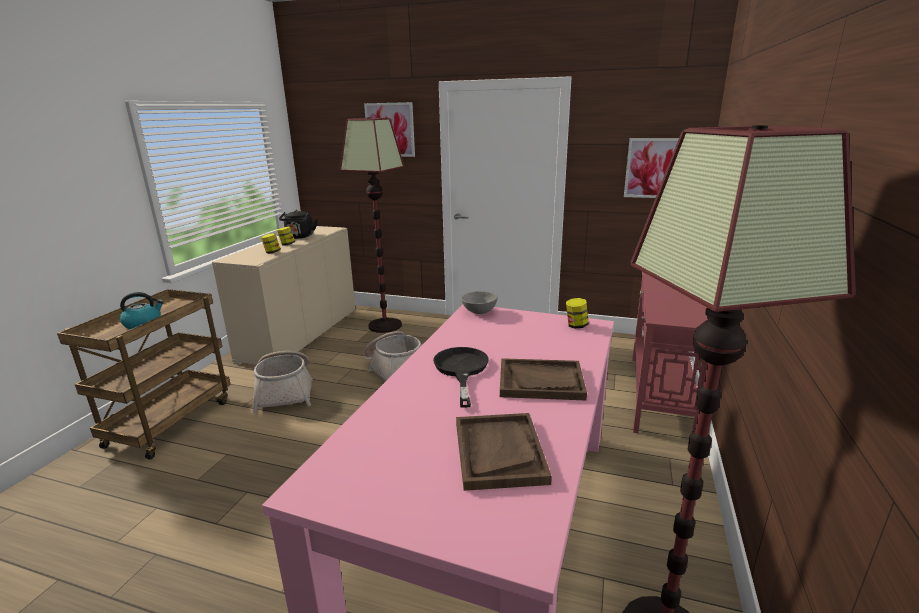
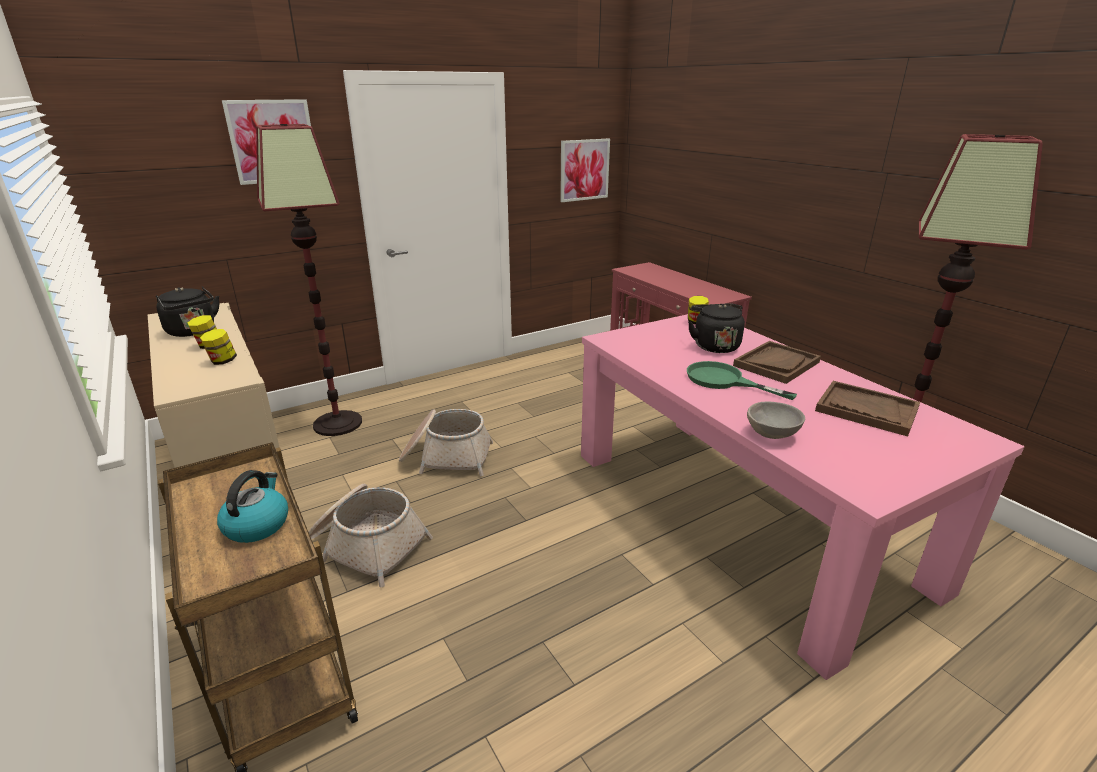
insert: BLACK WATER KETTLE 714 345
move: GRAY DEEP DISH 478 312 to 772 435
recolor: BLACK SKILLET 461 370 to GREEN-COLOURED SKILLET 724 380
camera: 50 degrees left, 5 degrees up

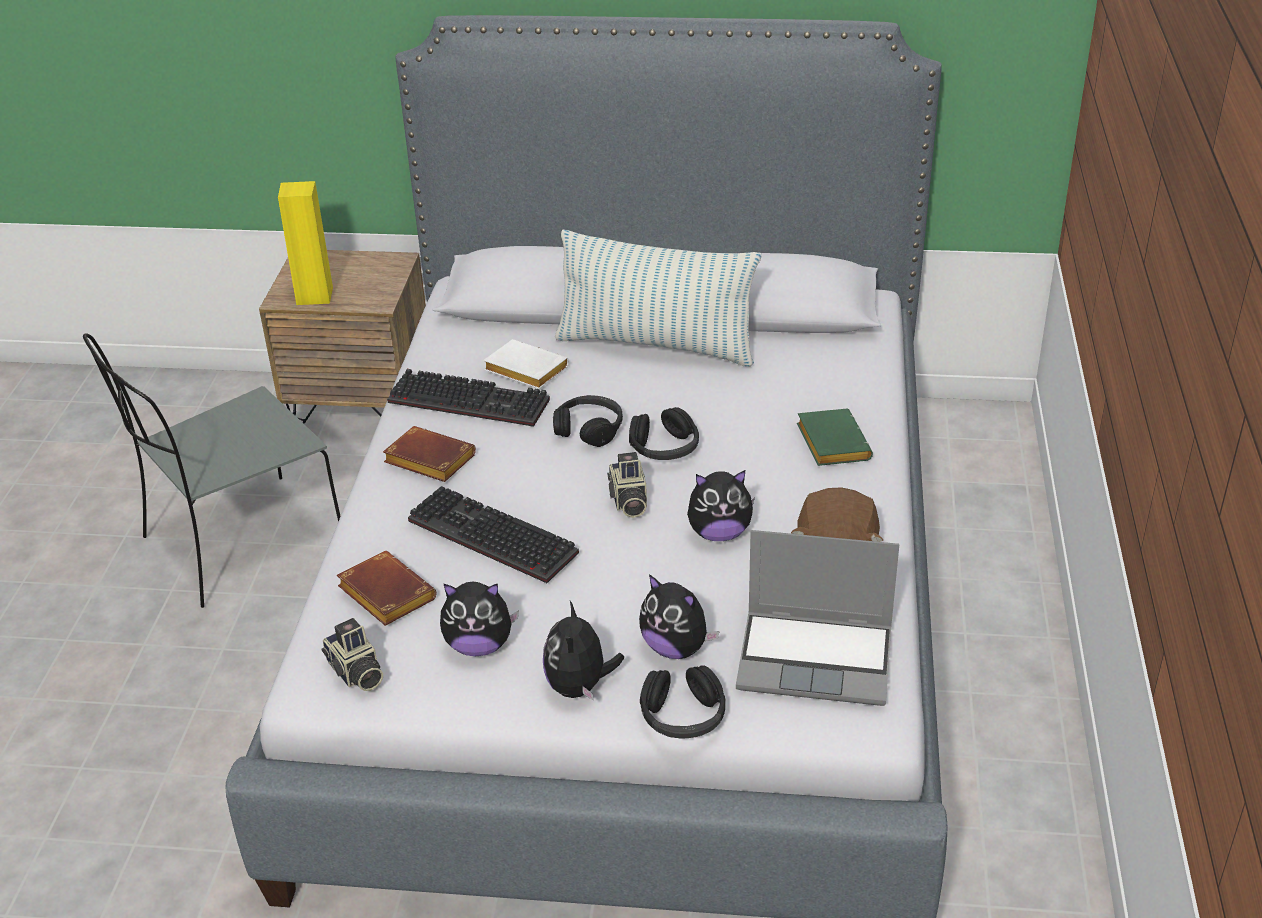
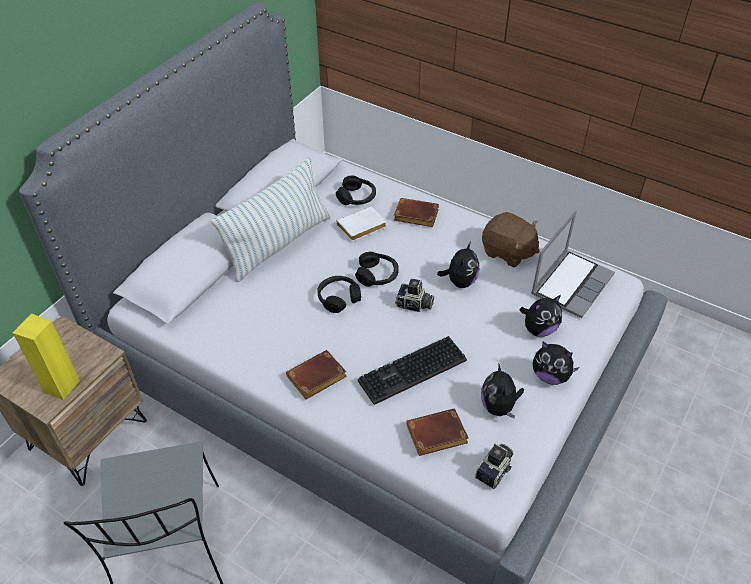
delete: PC KEYBOARD 472 400
move: BLACK HEADSET 683 716 to 357 197; WHITE VOLUME 523 371 to 361 228
recolor: GREEN-COLOURED VOLUME 830 443 to BROWN-COLOURED VOLUME 414 216
rotate: PHOTO CAMERA 355 673 = 495 471 45 degrees counterclockwise; CUDDLY TOY 479 645 = 499 407 150 degrees clockwise
camera: 65 degrees left, 10 degrees up

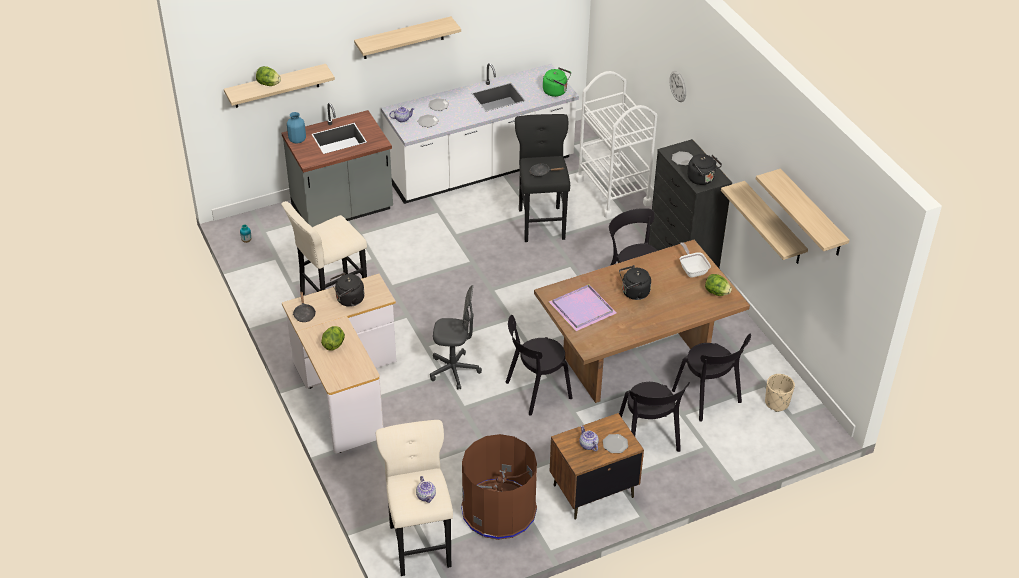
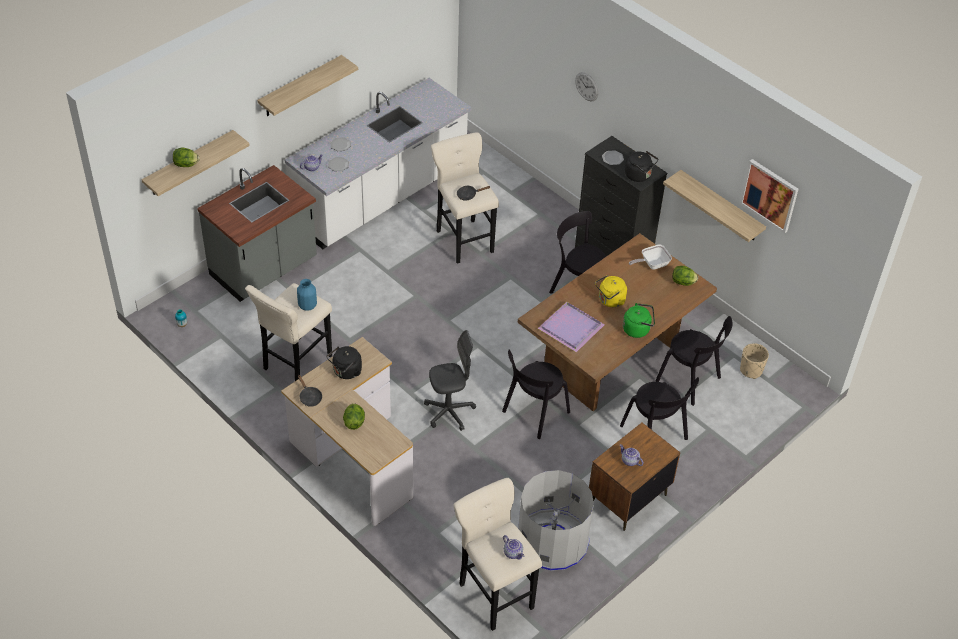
delete: WHITE TROLLEY 613 192; DINNER PLATE 615 444
move: BLUE-COLOURED DECORATIVE VASE 297 140 to 307 306; GREEN-COLOURED WATER KETTLE 556 91 to 638 329
replace: SHELF 811 214 to WALL ART 769 195
recolor: BLACK STOOL SEAT 541 222 to BEIGE STOOL SEAT 464 239; BROWN-COLOURED TRASH CAN 499 510 to GRAY TRASH CAN 552 540; BLACK WATER KETTLE 633 293 to YELLOWISH WATER KETTLE 610 300
rotate: SKILLET 692 270 = 652 264 75 degrees counterclockwise
camera: 20 degrees left, 5 degrees up

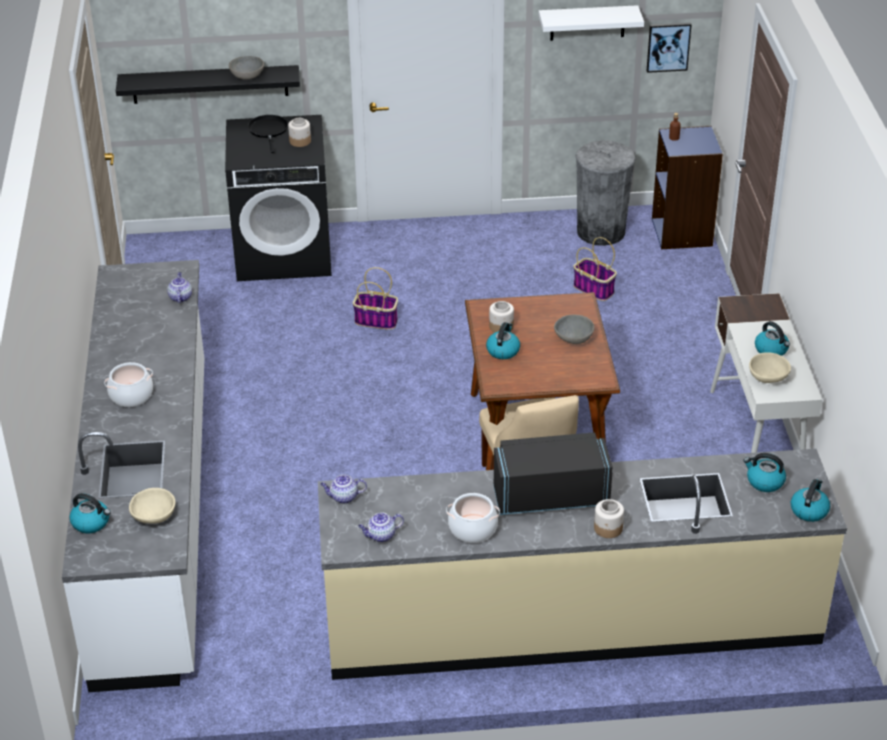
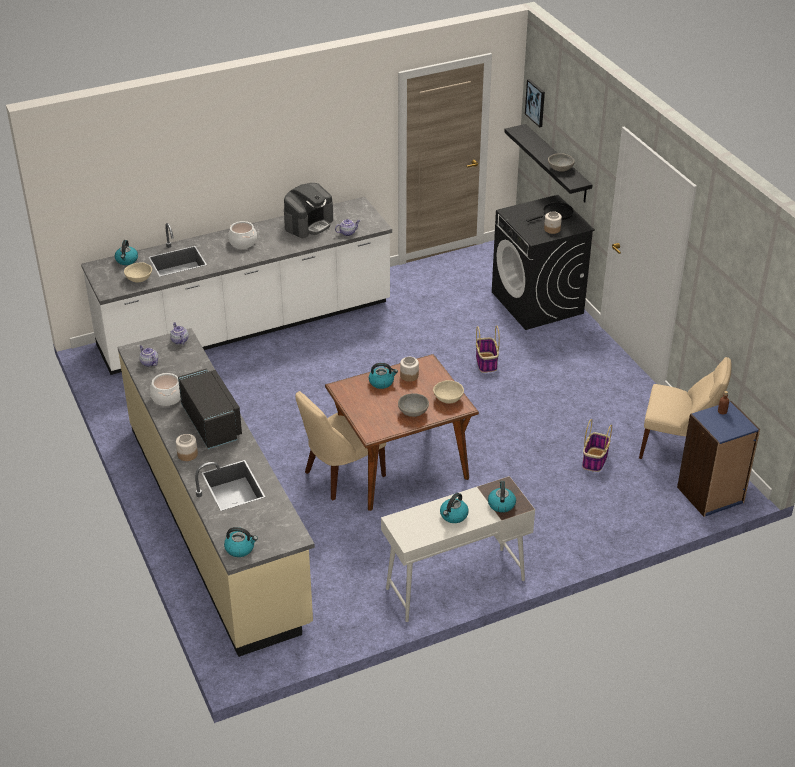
delete: WHITE SHELF 587 23
insert: COFFEE BREWER 309 224
move: BEIGE DEEP DISH 767 377 to 447 398; WATER KETTLE 764 482 to 501 504; WALL ART 668 46 to 535 102
replace: GRAY TRASH CAN 601 231 to BEIGE UPRIGHT CHAIR 677 448
camera: 70 degrees right, 0 degrees up

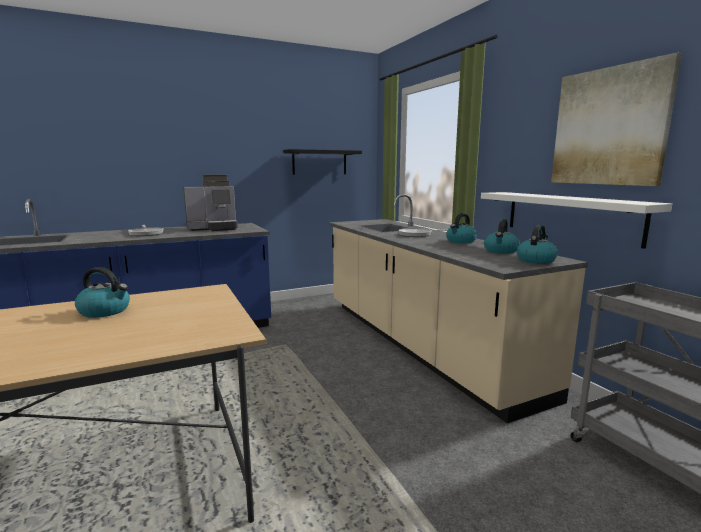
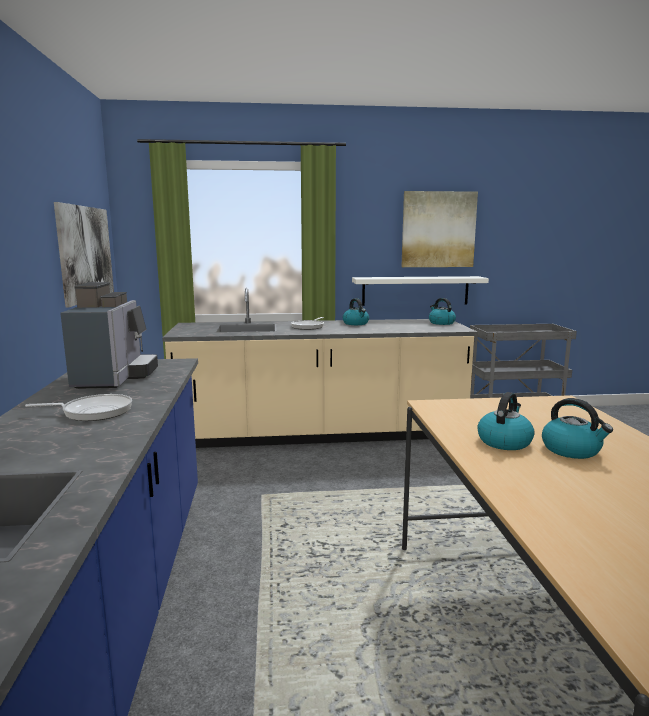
move: WATER KETTLE 501 251 to 572 450
replace: BLACK SHELF 319 162 to WALL ART 86 253
camera: 70 degrees left, 0 degrees up

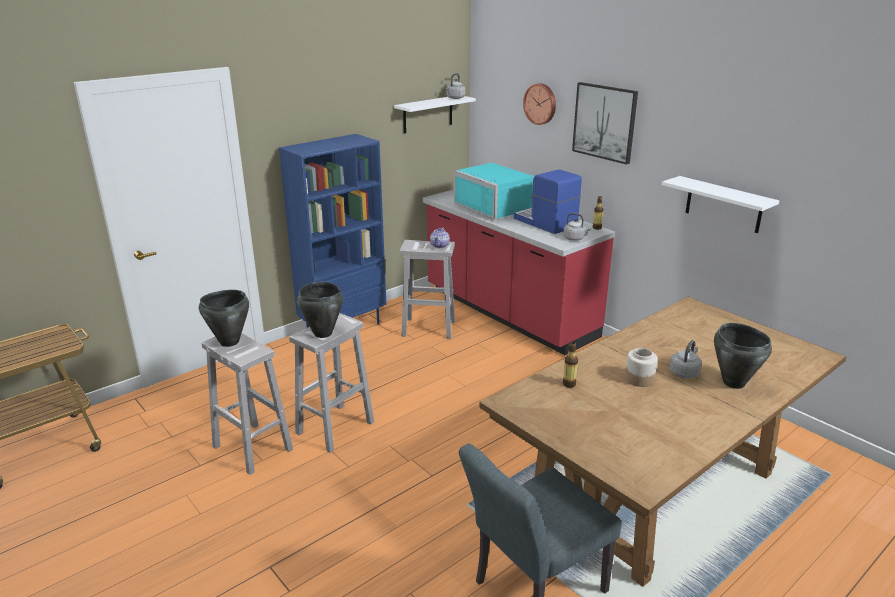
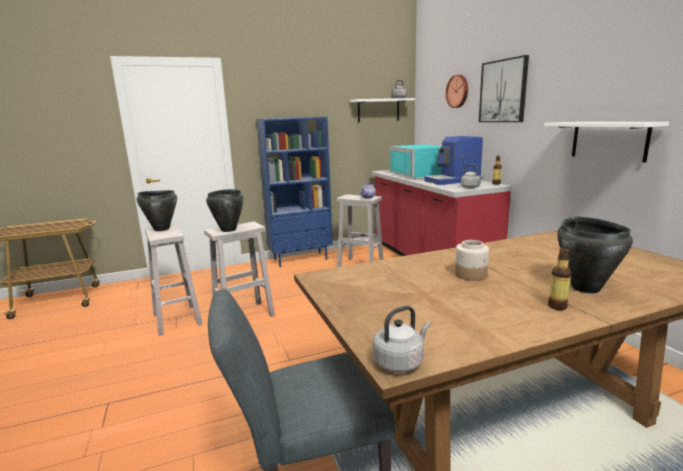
move: GRAY WATER KETTLE 684 372 to 400 362; DRINK BOTTLE 569 384 to 557 306
rotate: COFFEE BREWER 545 223 = 453 181 90 degrees counterclockwise
camera: 20 degrees right, 10 degrees down

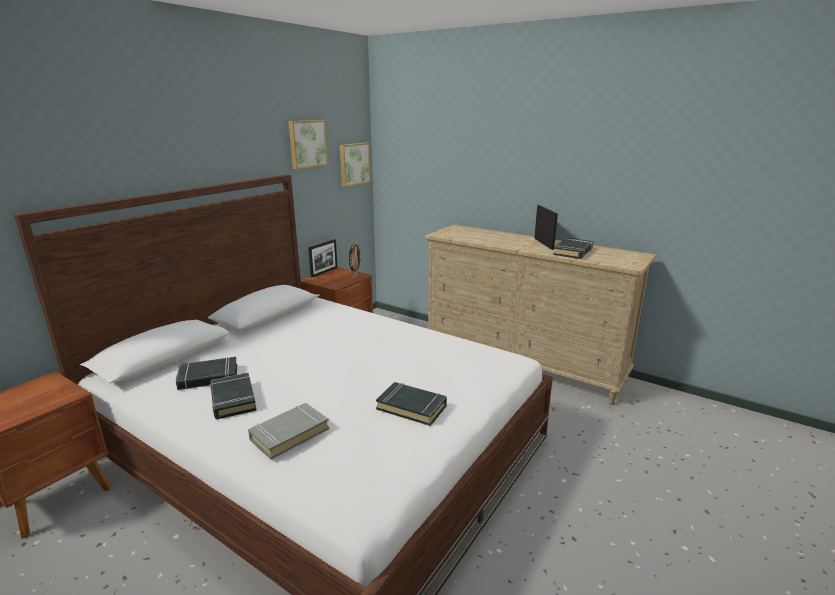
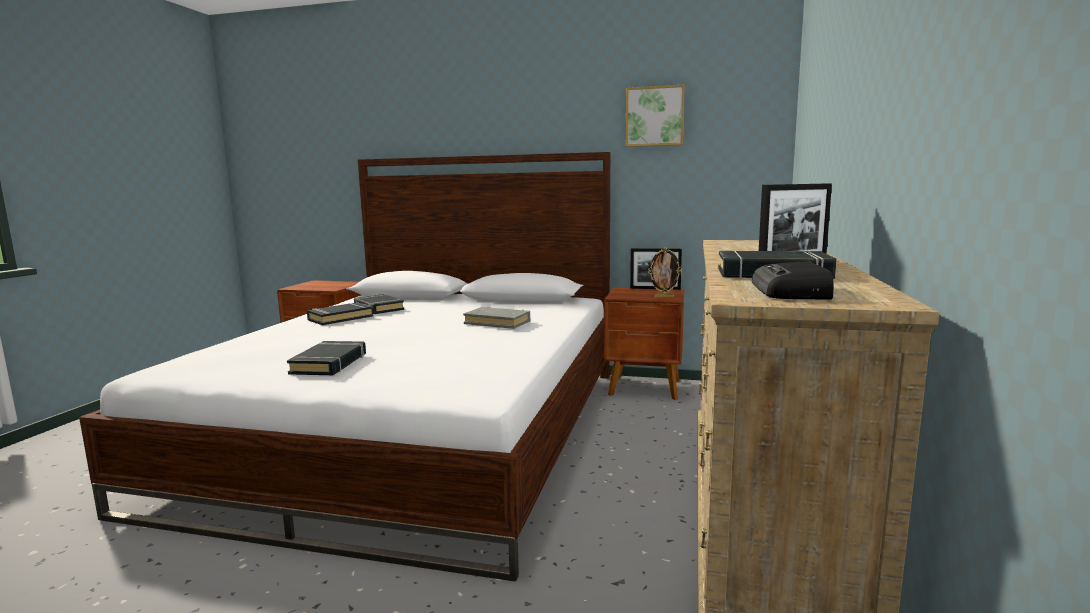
delete: WALL ART 353 164
insert: RADIO SET 791 291
move: GRAY VOLUME 289 434 to 497 322
camera: 70 degrees right, 10 degrees down

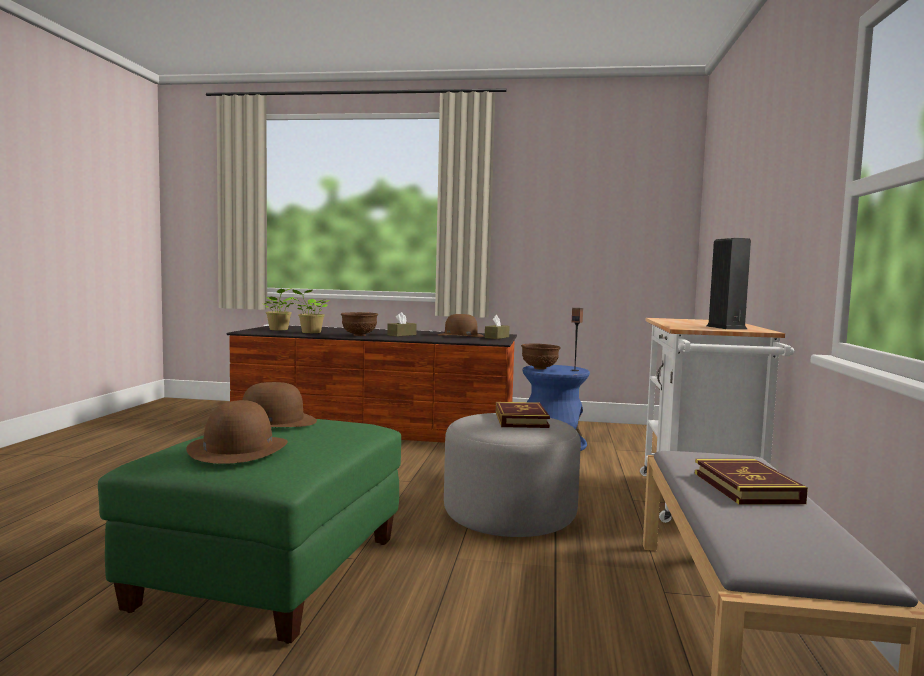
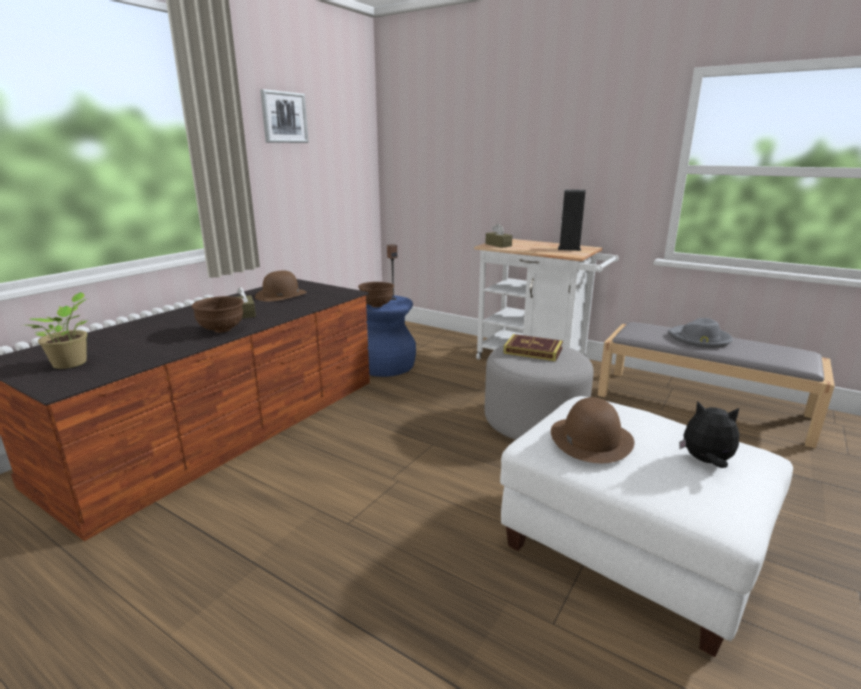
delete: HOUSEPLANT 310 332
insert: WALL ART 284 117
move: BROWN-COLOURED TISSUE HOLDER 497 337 to 498 245
replace: VOLUME 746 487 to GRAY WEARABLE HAT 699 339; BROWN-COLOURED WEARABLE HAT 238 448 to CUDDLY TOY 706 462
recolor: GREEN-COLOURED POUFFE 271 574 to WHITE POUFFE 630 552
camera: 65 degrees left, 15 degrees up

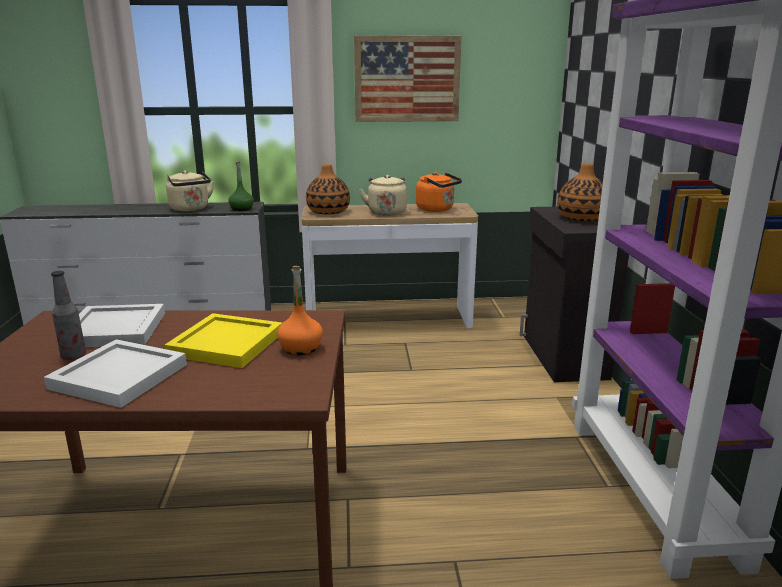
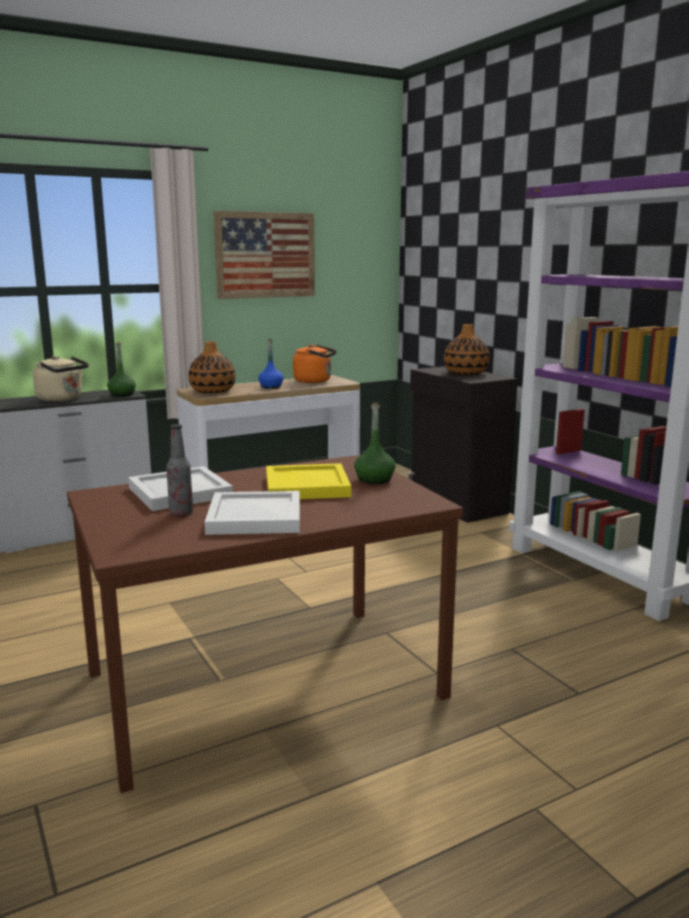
replace: BEIGE WATER KETTLE 386 212 to BLUE-COLOURED DRINK BOTTLE 271 387
recolor: ORANGEY DRINK BOTTLE 300 348 to GREEN-COLOURED DRINK BOTTLE 374 479
camera: 25 degrees left, 5 degrees down

